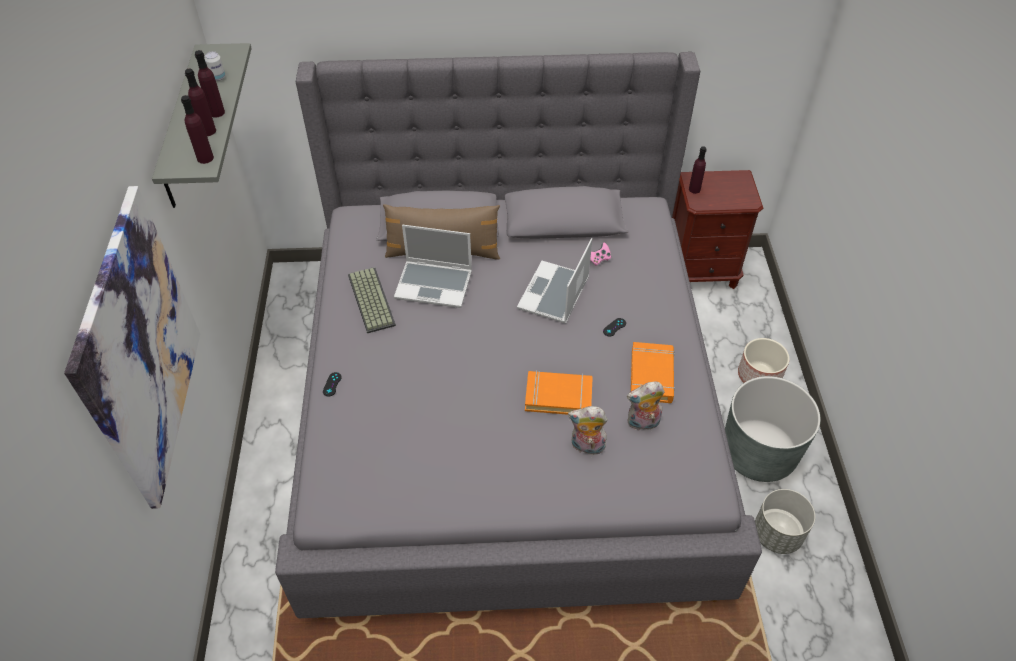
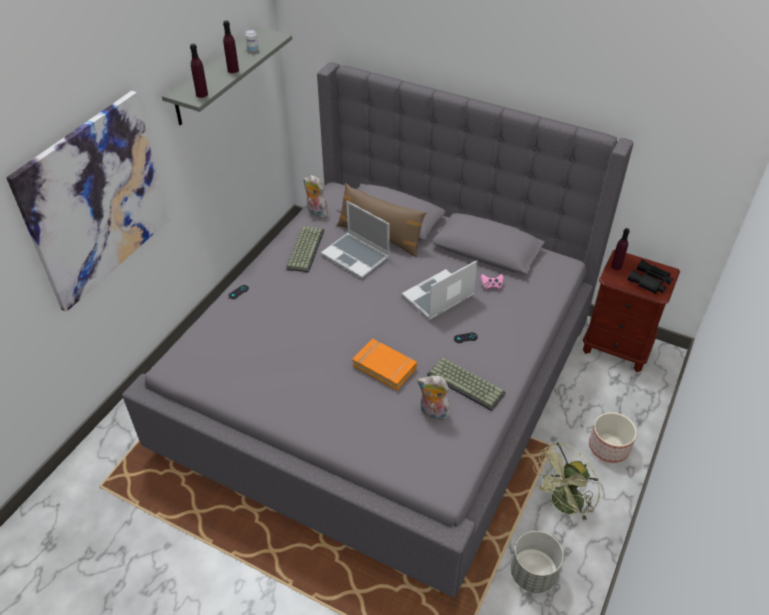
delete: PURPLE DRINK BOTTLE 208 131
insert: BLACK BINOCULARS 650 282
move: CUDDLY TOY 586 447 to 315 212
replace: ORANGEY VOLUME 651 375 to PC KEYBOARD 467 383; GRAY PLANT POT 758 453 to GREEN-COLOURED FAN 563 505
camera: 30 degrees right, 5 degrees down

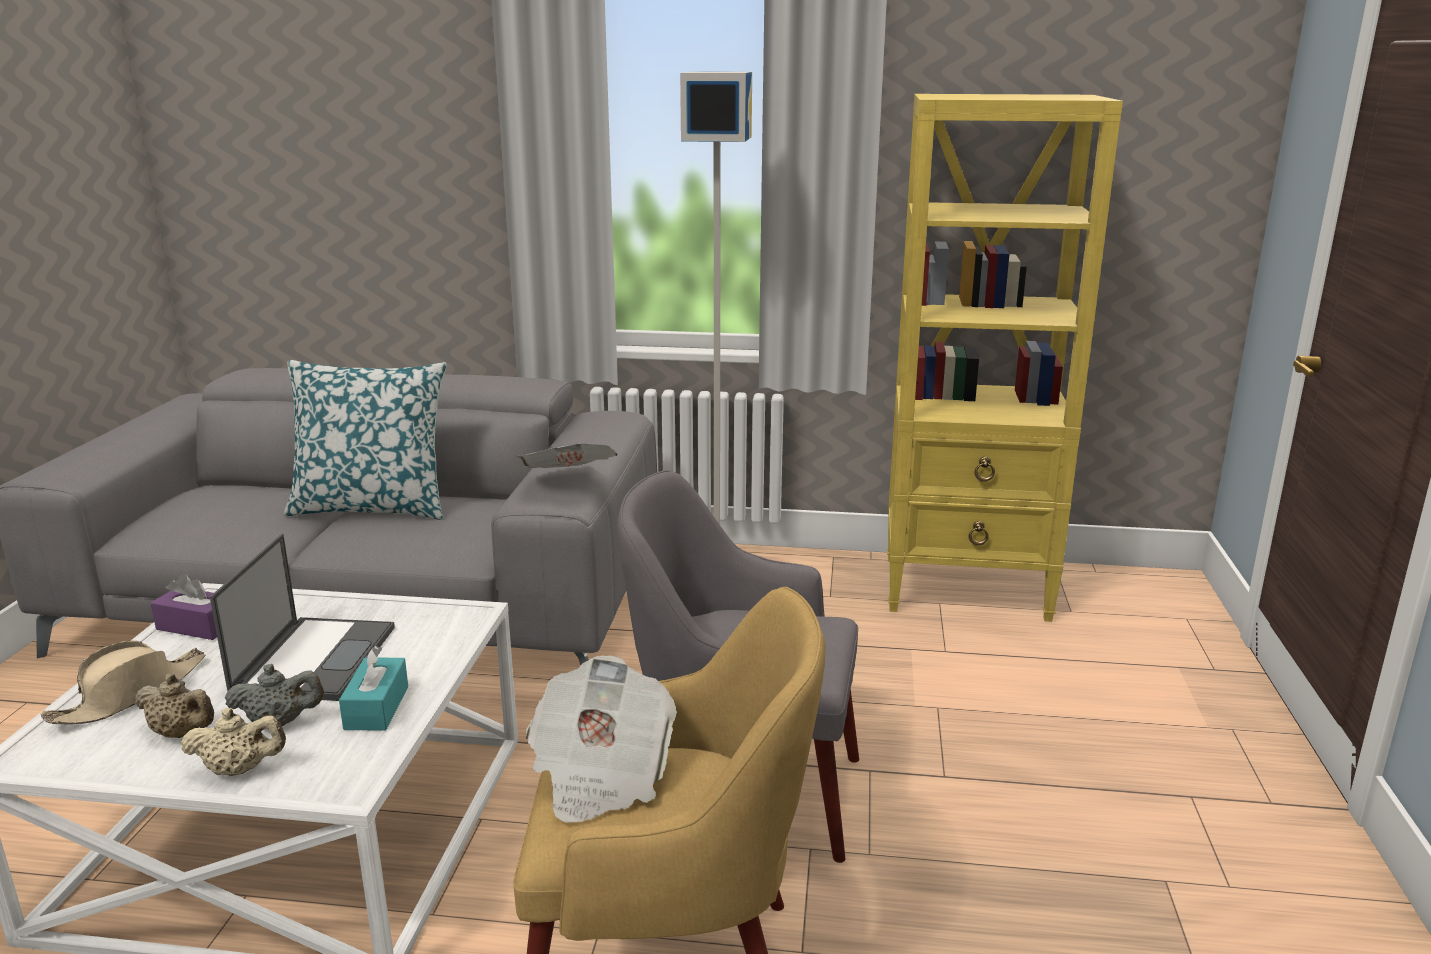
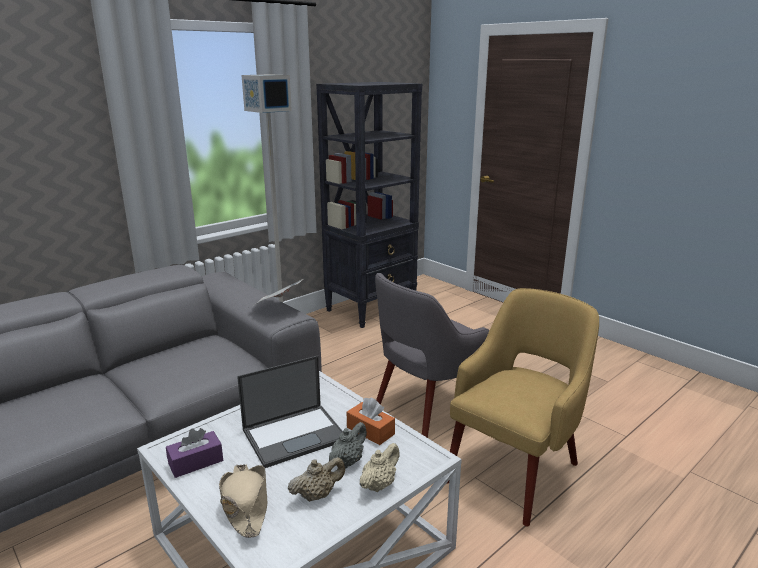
delete: PILLOW 373 507; PRINTED PAPER 600 773
recolor: YELLOWISH BOOKSHELF 967 589 to BLACK BOOKSHELF 371 309; TURQUOISE-COLOURED TISSUE HOLDER 376 707 to ORANGEY TISSUE HOLDER 370 431
rotate: LAPTOP 315 658 = 295 434 105 degrees clockwise
camera: 50 degrees left, 0 degrees up

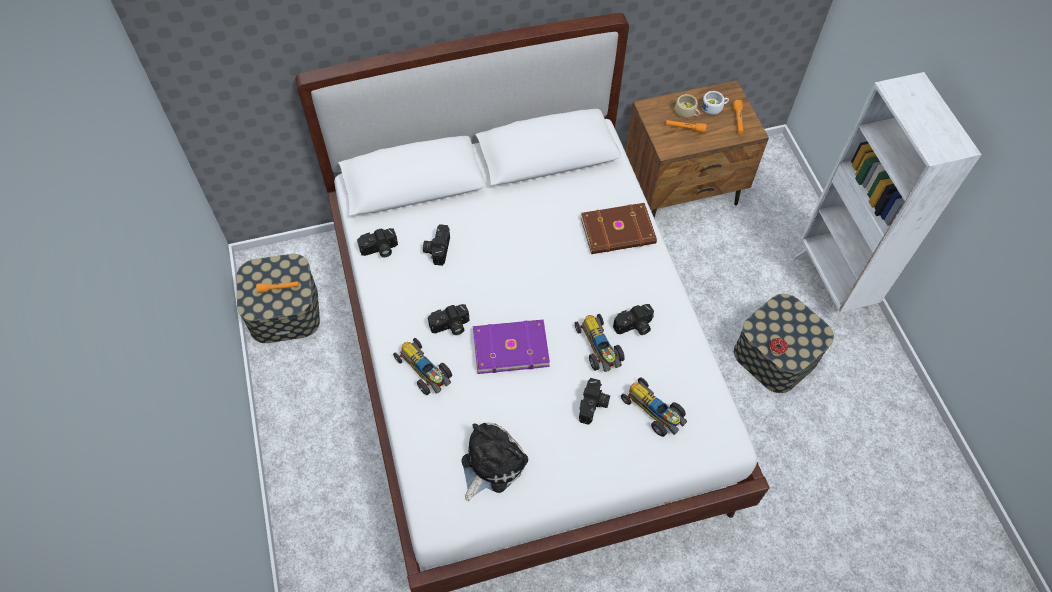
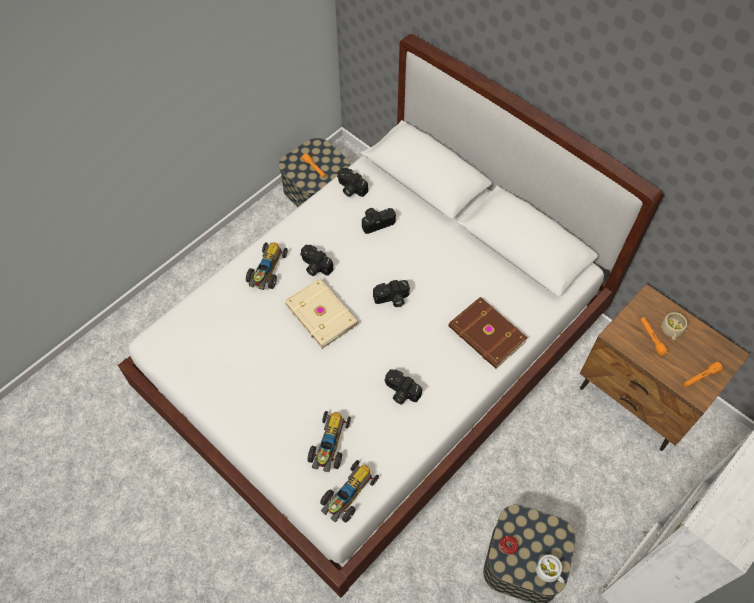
delete: CUDDLY TOY 491 464
move: TOY CAR 599 348 to 348 495; PHOTO CAMERA 594 406 to 392 299; WHITE SMALL CUP 714 107 to 550 572
recolor: PURPLE VOLUME 510 346 to BEIGE VOLUME 322 313
camera: 60 degrees right, 0 degrees up

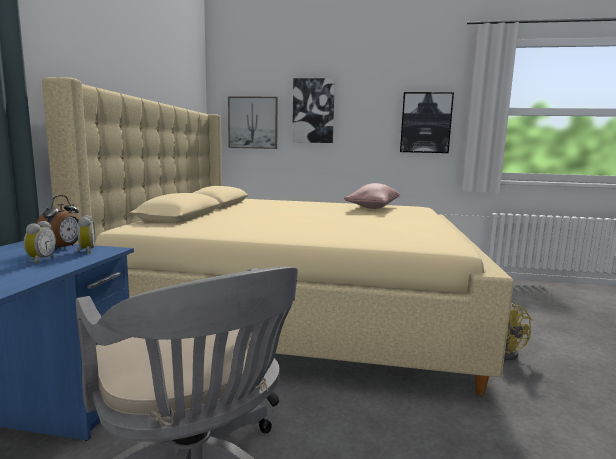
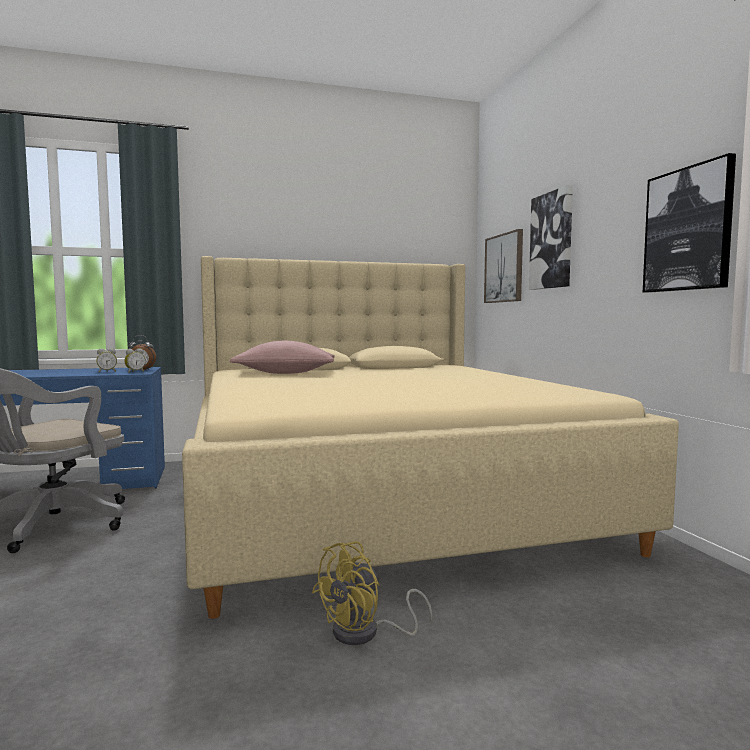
move: PINK PILLOW 373 208 to 285 373
camera: 65 degrees right, 5 degrees down

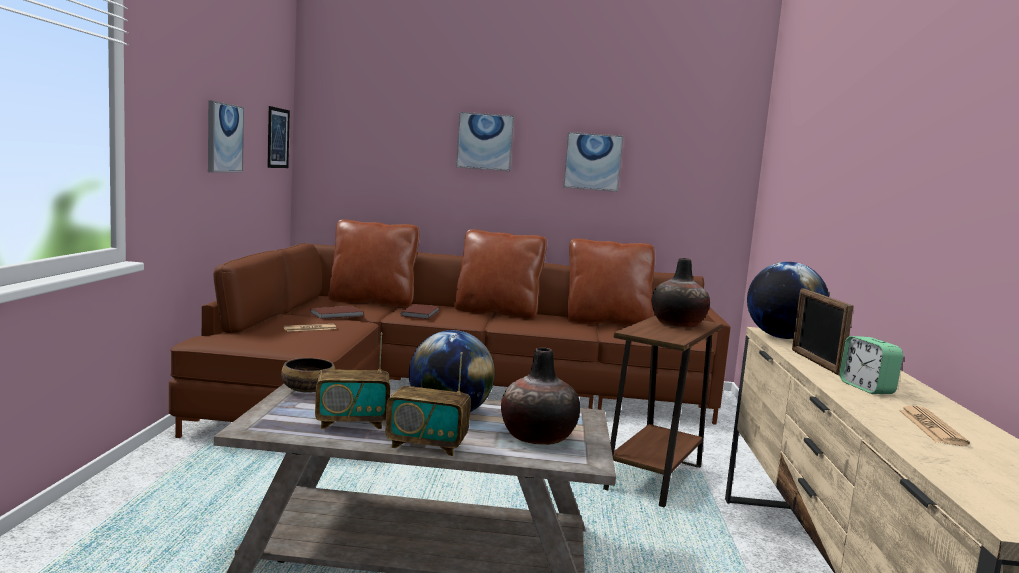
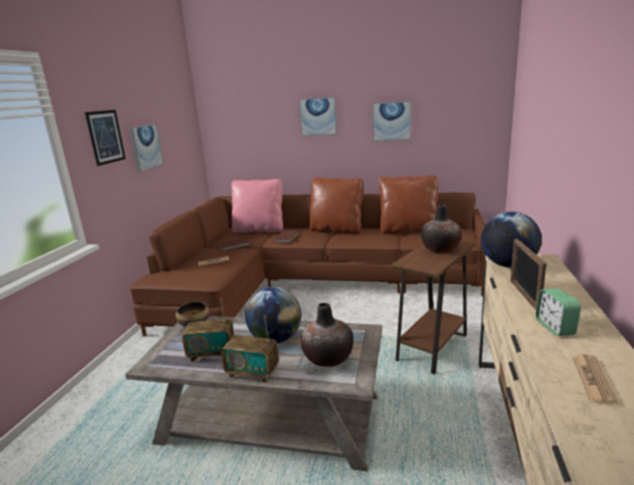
move: WALL ART 278 138 to 105 137
recolor: BROWN-COLOURED PILLOW 372 301 to PINK PILLOW 259 230
camera: 10 degrees right, 10 degrees up

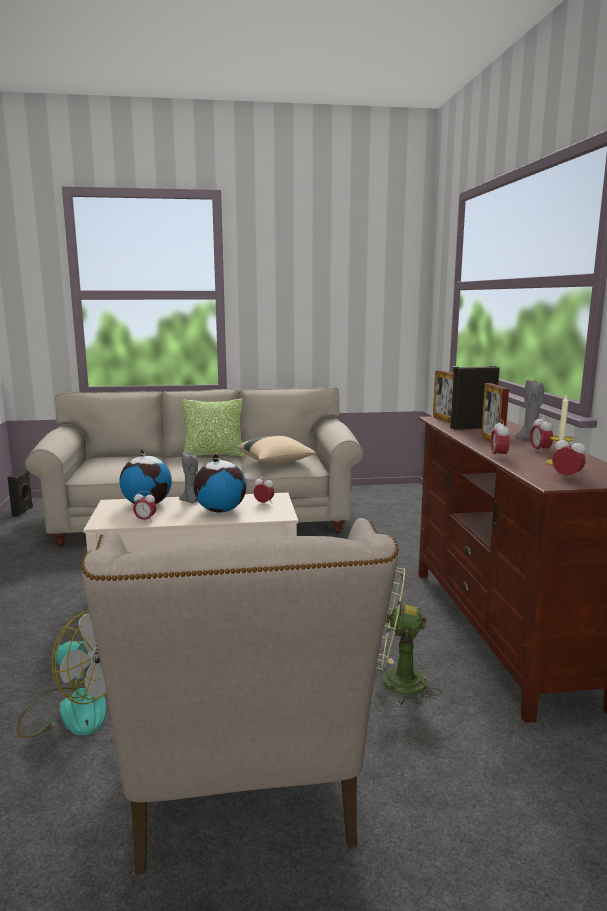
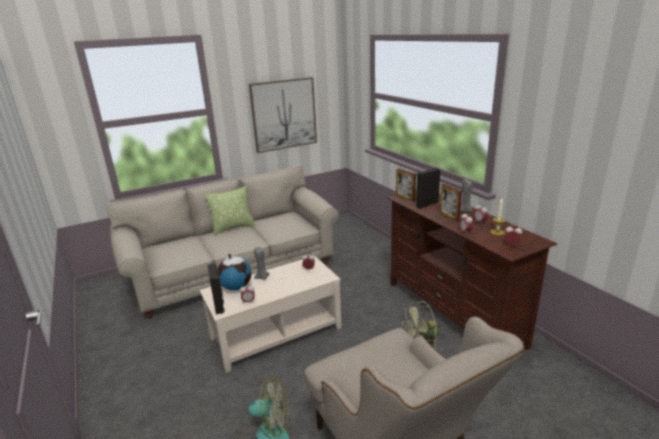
delete: DESK GLOBE 220 510; BEIGE PILLOW 276 462
insert: WALL ART 284 114
move: BLACK AUDIO SPEAKER 23 511 to 219 305
camera: 20 degrees left, 10 degrees up

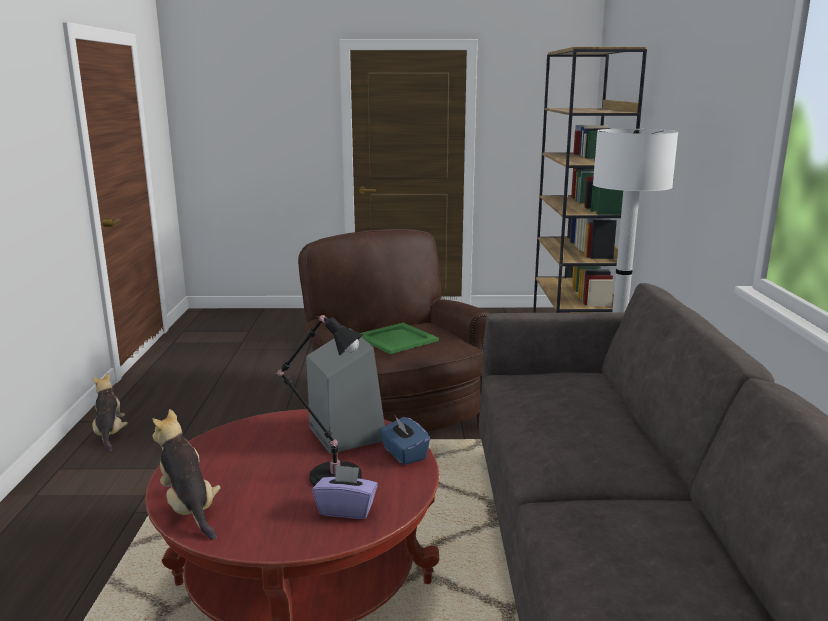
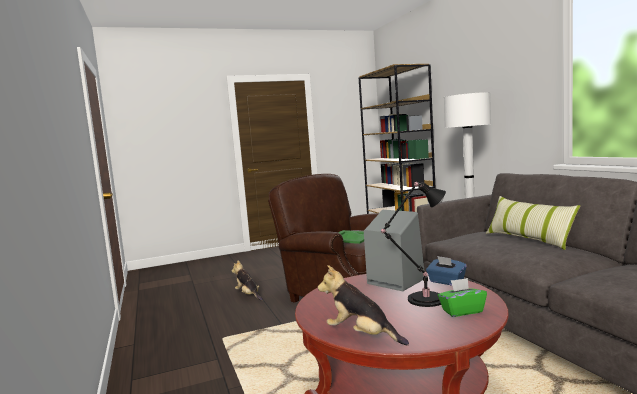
insert: PILLOW 528 239
move: CUDDLY TOY 110 433 to 248 295
recolor: PURPLE TISSUE HOLDER 346 509 to GREEN-COLOURED TISSUE HOLDER 462 311
camera: 20 degrees left, 10 degrees down

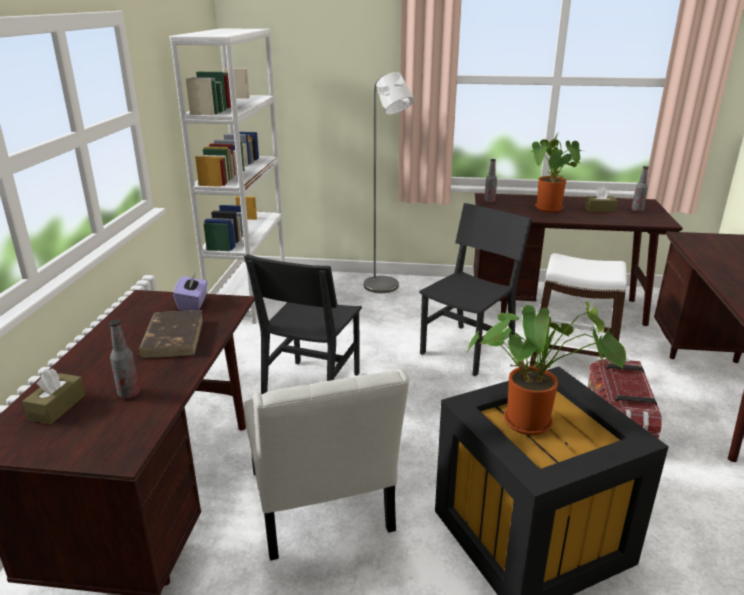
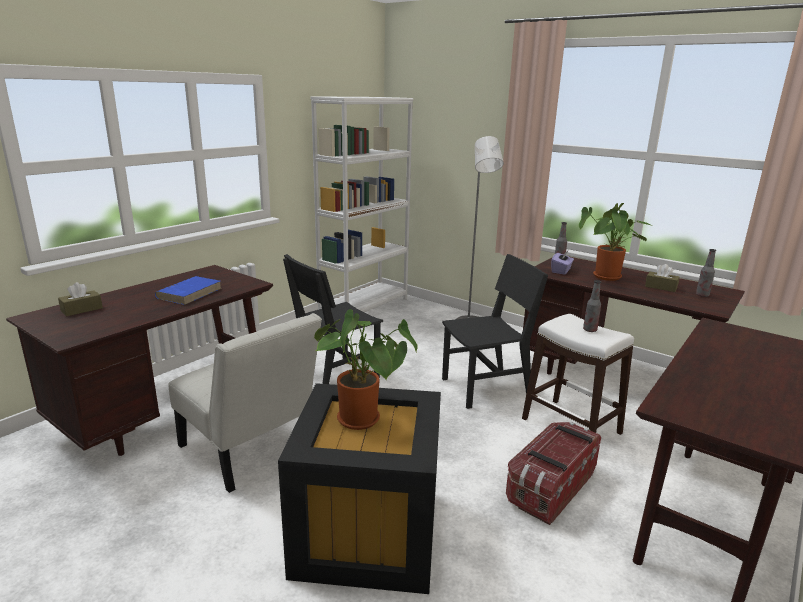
move: PURPLE TISSUE HOLDER 193 303 to 561 271; DRINK BOTTLE 129 394 to 590 330
recolor: BROWN-COLOURED VOLUME 173 337 to BLUE-COLOURED VOLUME 190 293
rotate: WHITE UPRIGHT CHAIR 321 507 = 250 451 60 degrees counterclockwise
camera: 30 degrees right, 5 degrees down

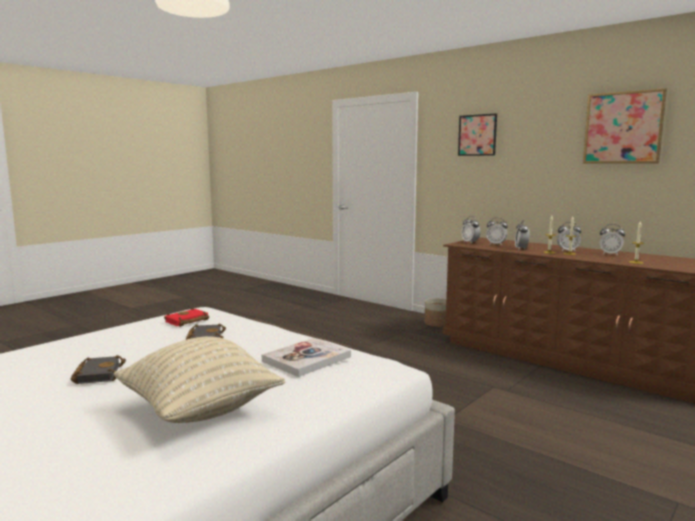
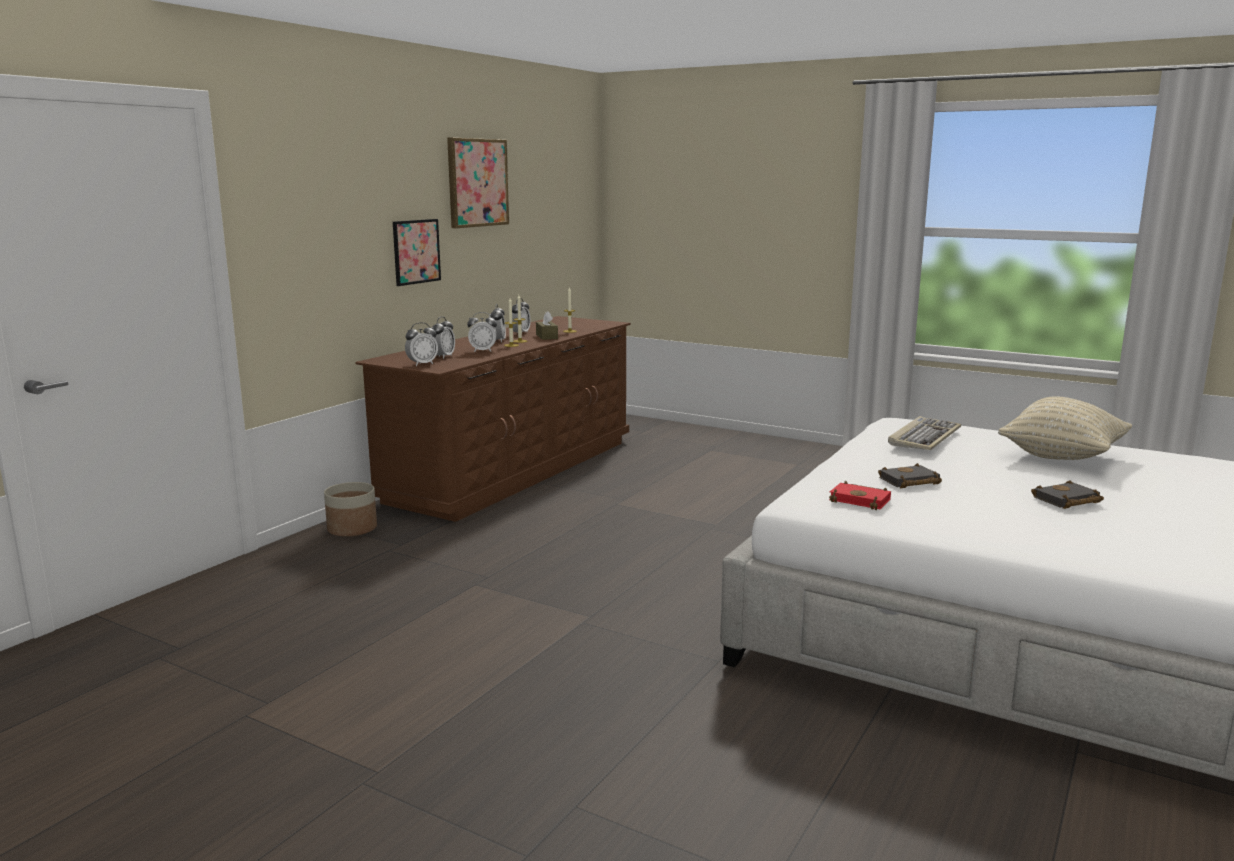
insert: BROWN-COLOURED TISSUE HOLDER 546 336
move: WALL ART 477 135 to 416 251
replace: VOLUME 306 359 to PC KEYBOARD 924 437
camera: 100 degrees left, 5 degrees up

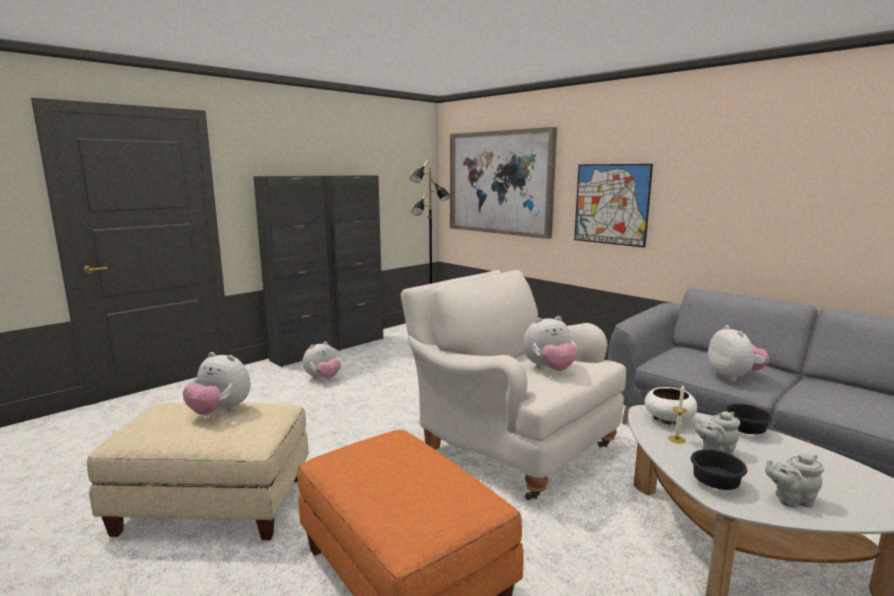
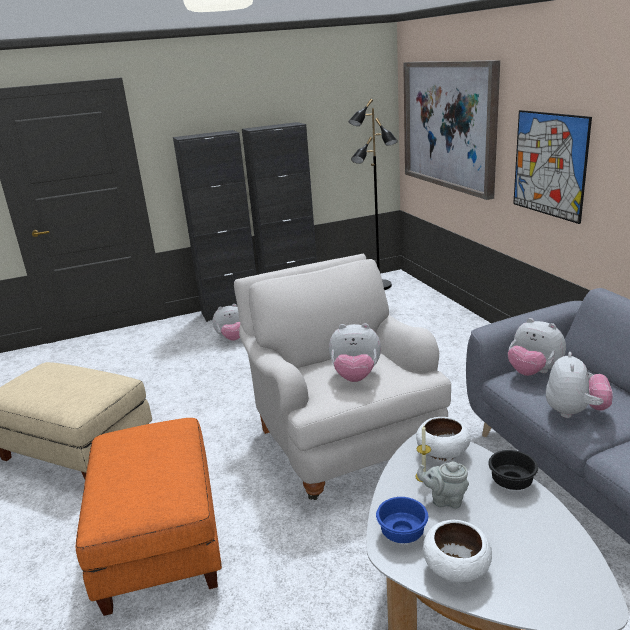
move: CUDDLY TOY 220 412 to 533 372
replace: GRAY TEA POT 790 500 to WHITE DEEP DISH 457 568
recolor: BLACK DEEP DISH 717 484 to BLUE-COLOURED DEEP DISH 403 534
camera: 25 degrees right, 10 degrees up

